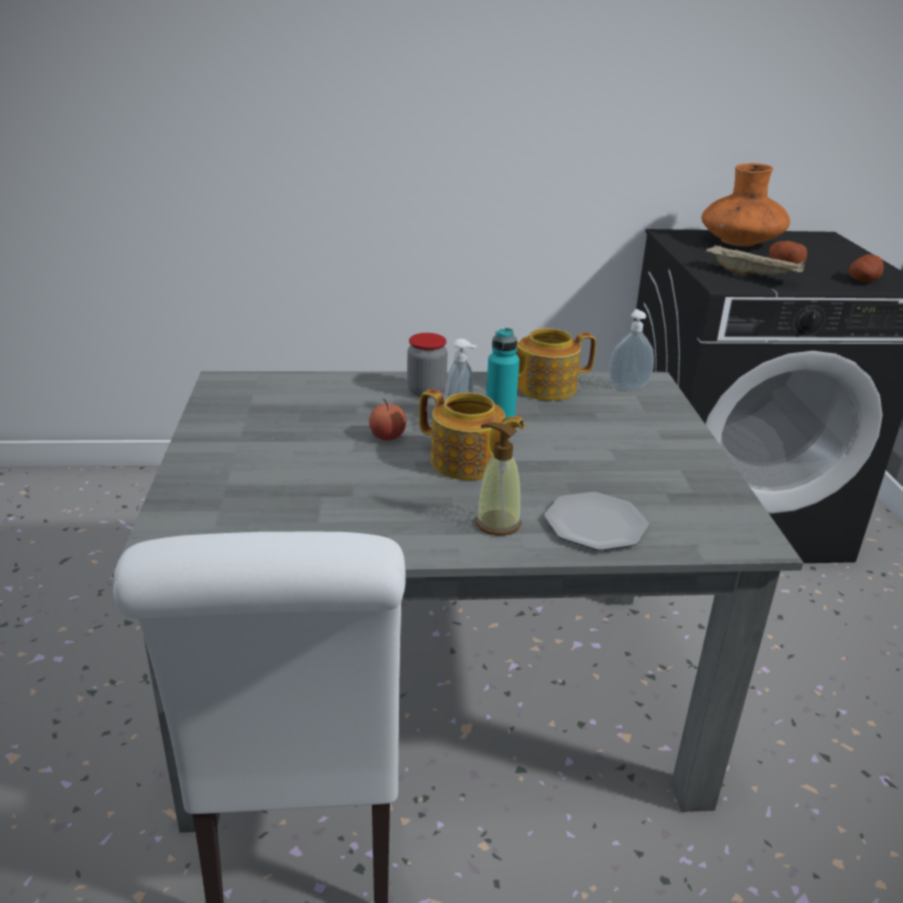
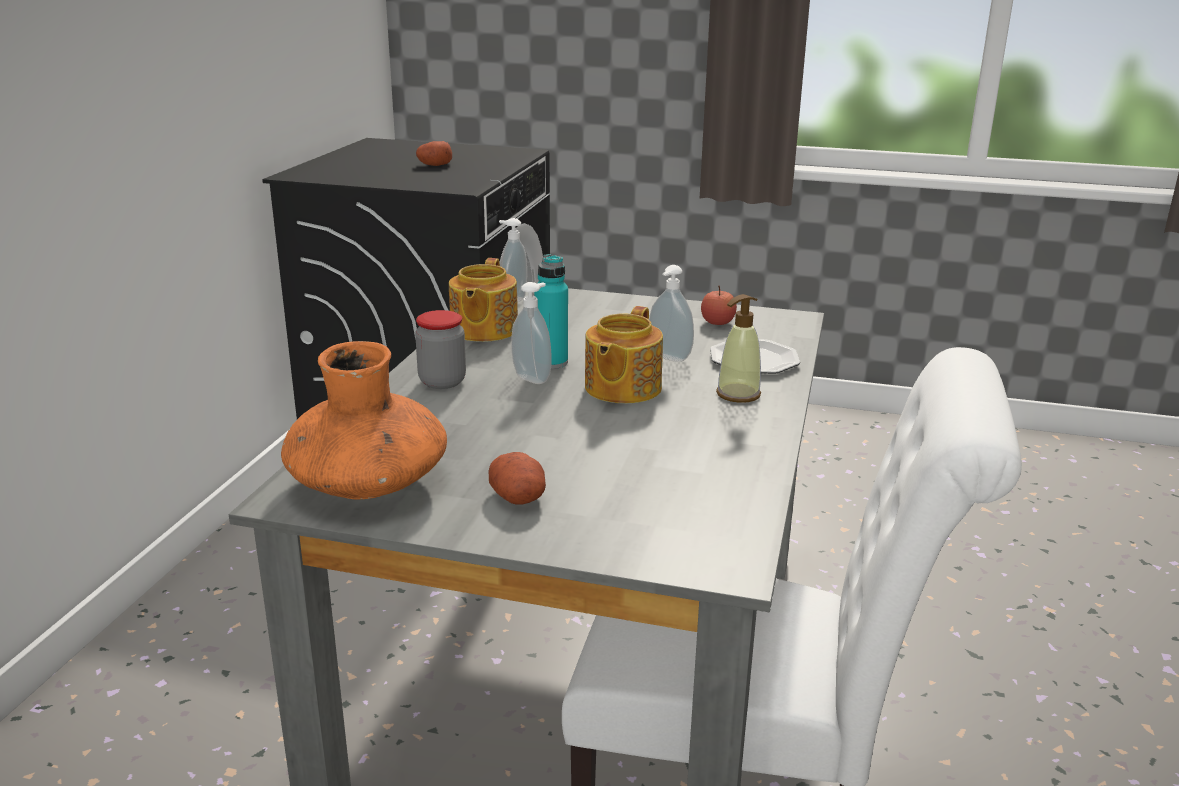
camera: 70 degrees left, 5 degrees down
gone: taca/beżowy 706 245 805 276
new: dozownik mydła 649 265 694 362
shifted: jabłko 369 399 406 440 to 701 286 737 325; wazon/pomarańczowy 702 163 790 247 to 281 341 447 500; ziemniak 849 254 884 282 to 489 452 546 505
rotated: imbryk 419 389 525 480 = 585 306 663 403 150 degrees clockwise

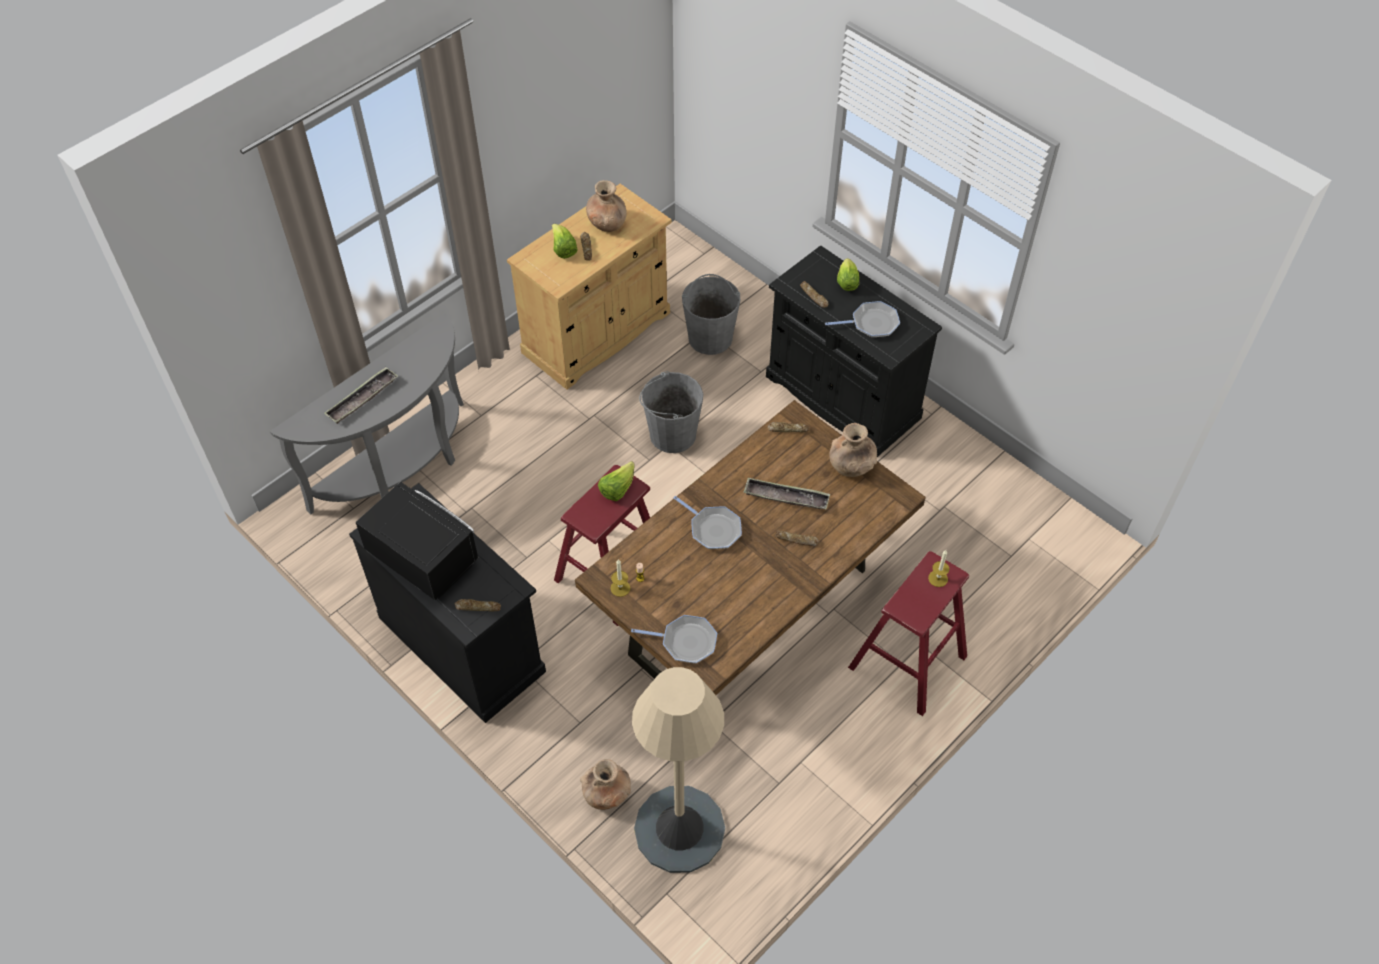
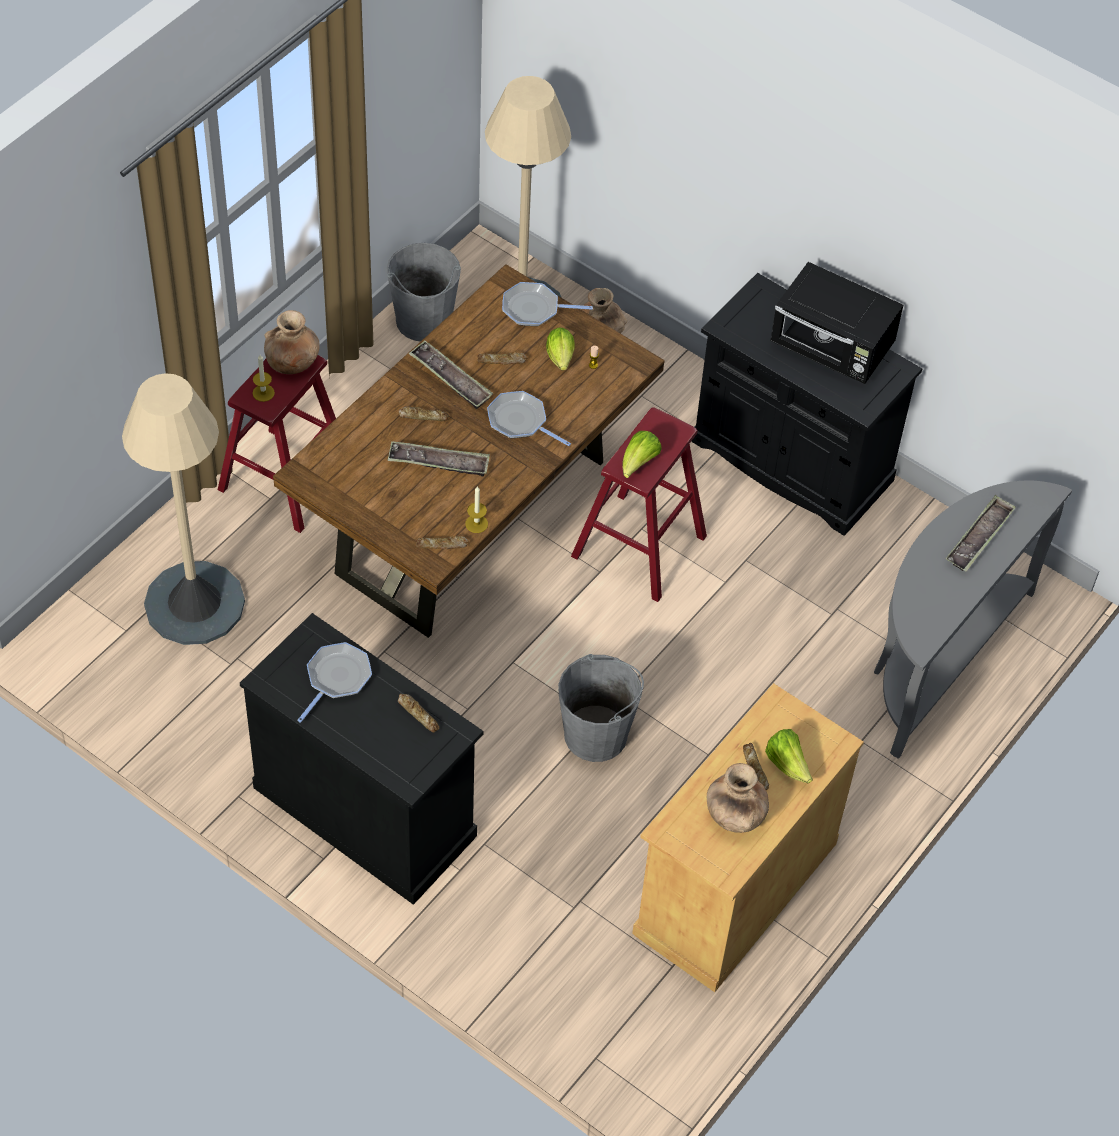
camera: 170 degrees right, 0 degrees up
new: lampa stojąca/beżowy 122 373 245 645; taca 408 340 493 409
shifted: chleb 454 599 501 611 to 477 352 527 364; świeca 611 560 630 597 to 465 486 488 533; wiadro/szary 682 274 741 355 to 386 243 461 341; wazon/brązowy 830 423 877 477 to 264 310 320 374; sałata 837 258 859 291 to 546 328 575 370
rotated: patelnia 825 301 900 338 = 297 642 372 723 135 degrees clockwise

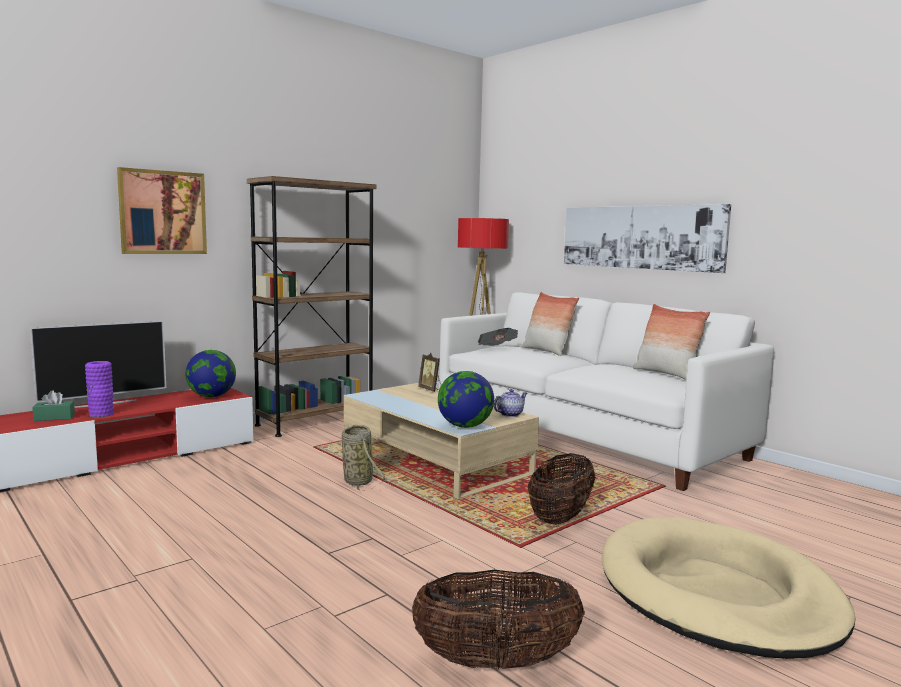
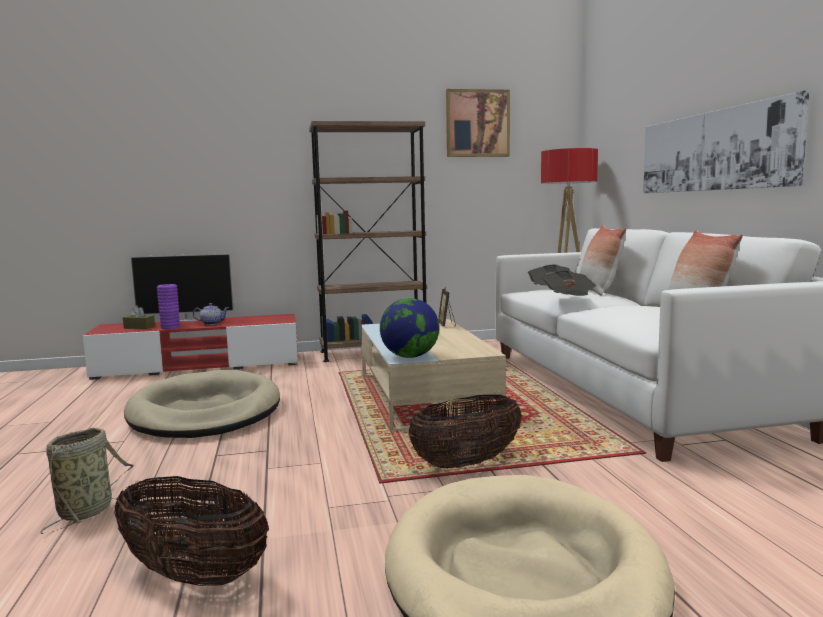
camera: 30 degrees right, 0 degrees up
gone: globus 186 350 236 397
new: legowisko/beżowy 124 370 280 438; gazeta 541 271 596 296
shifted: obraz 117 167 207 254 to 446 89 510 157; koszyk 341 425 387 491 to 40 428 134 534; imbryk 494 389 528 417 to 193 303 228 325
repainted: pudełko chusteczek/zielony 32 390 75 421 to pudełko chusteczek/brązowy 123 306 155 329

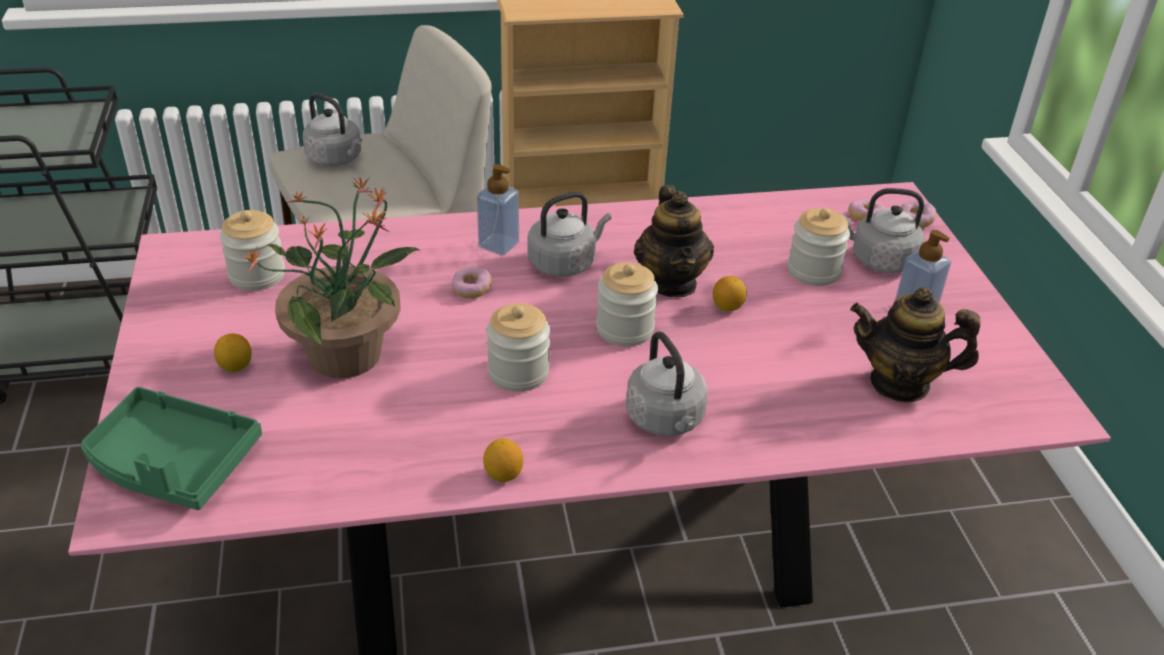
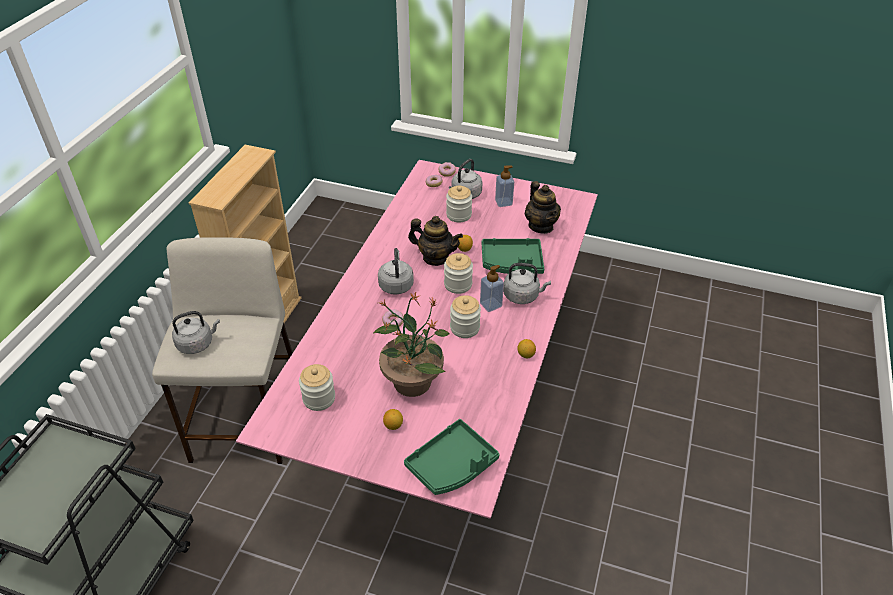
camera: 60 degrees left, 5 degrees up
new: taca/zielony 482 238 544 274
shifted: dozownik mydła 477 164 519 256 to 480 265 504 312
rotated: imbryk 850 287 980 403 = 525 181 561 234 60 degrees counterclockwise

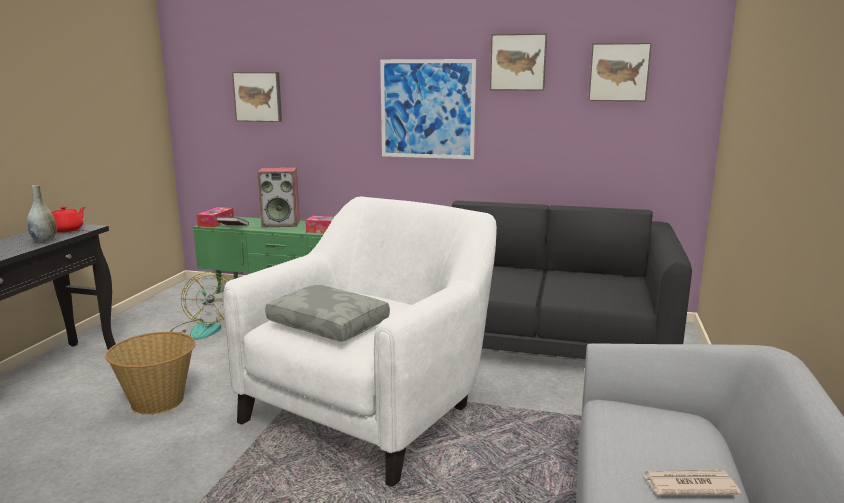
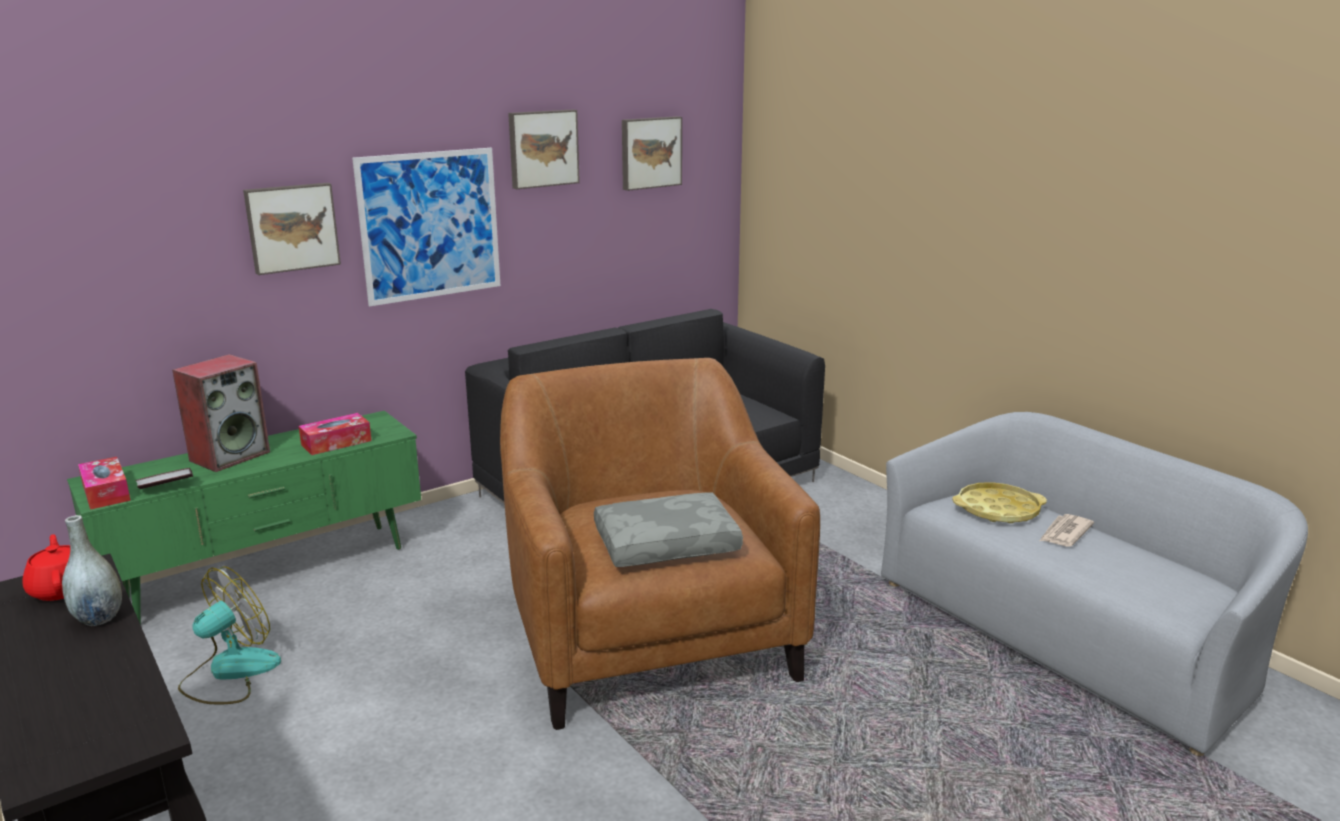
camera: 50 degrees left, 5 degrees up
gone: koszyk 105 332 196 414
new: taca/żółty 952 482 1047 523
shifted: obraz 232 72 282 122 to 243 183 341 275
repainted: fotel/biały 223 196 497 487 to fotel/brązowy 500 358 820 730
rotated: wentylator 170 272 229 340 = 178 566 281 704 60 degrees counterclockwise

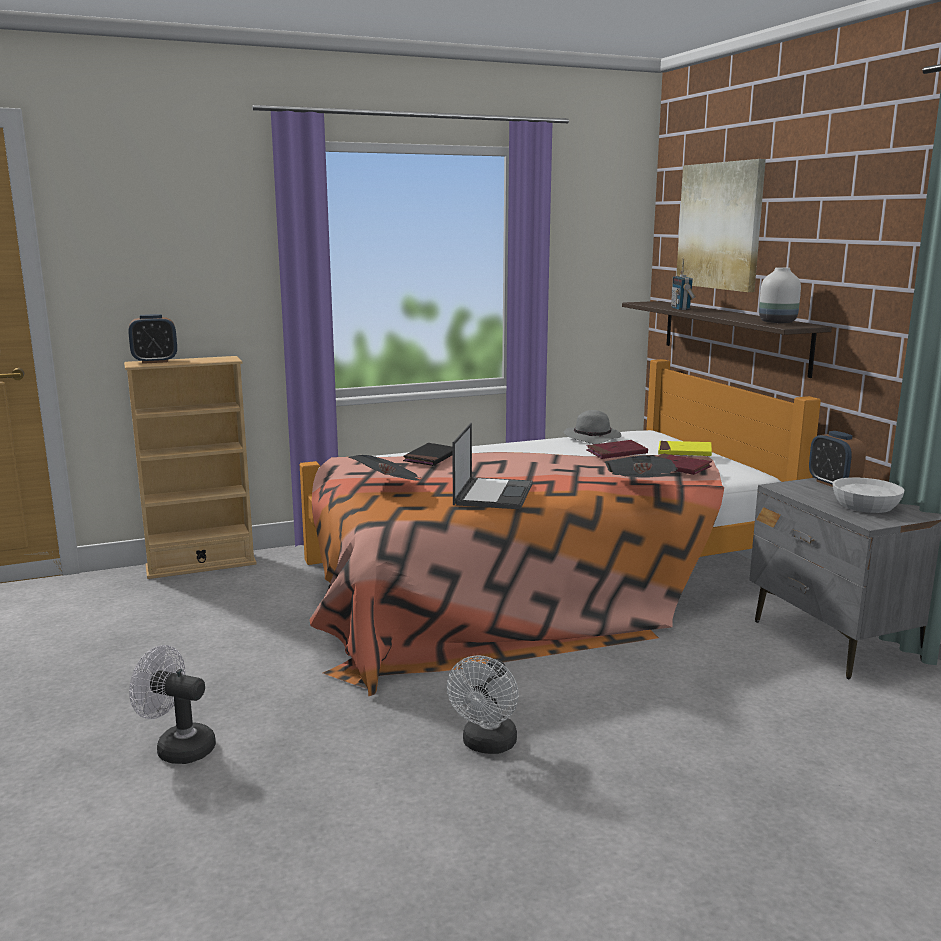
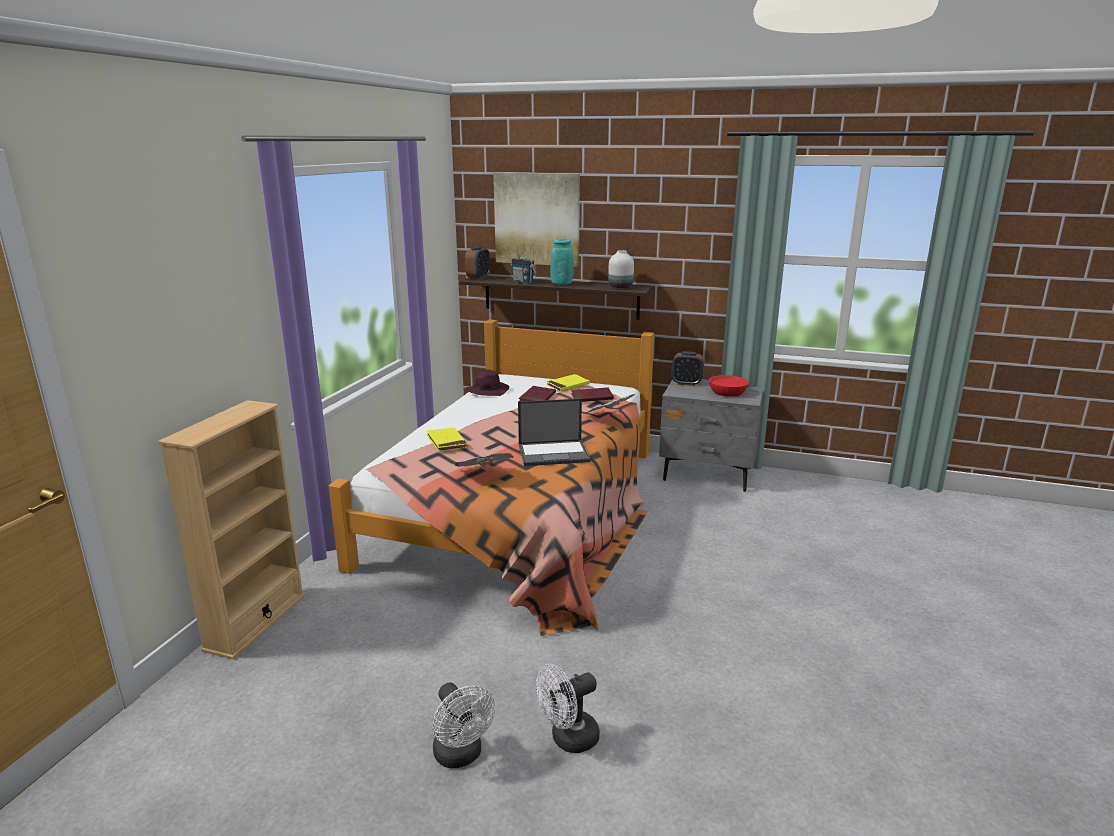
camera: 50 degrees left, 5 degrees up
new: wazon/turkusowy 550 240 574 285
shifted: budzik 128 314 177 364 to 465 246 490 280; wentylator/biały 447 655 519 754 to 433 682 495 768
repainted: książka/czarny 403 443 452 466 to książka/żółty 426 427 468 452; kapelusz/szary 564 410 622 444 to kapelusz/fioletowy 466 369 509 396; miska/biały 833 477 904 513 to miska/czerwony 709 375 749 397
rotated: laptop 452 423 533 509 = 518 398 590 466 120 degrees clockwise

